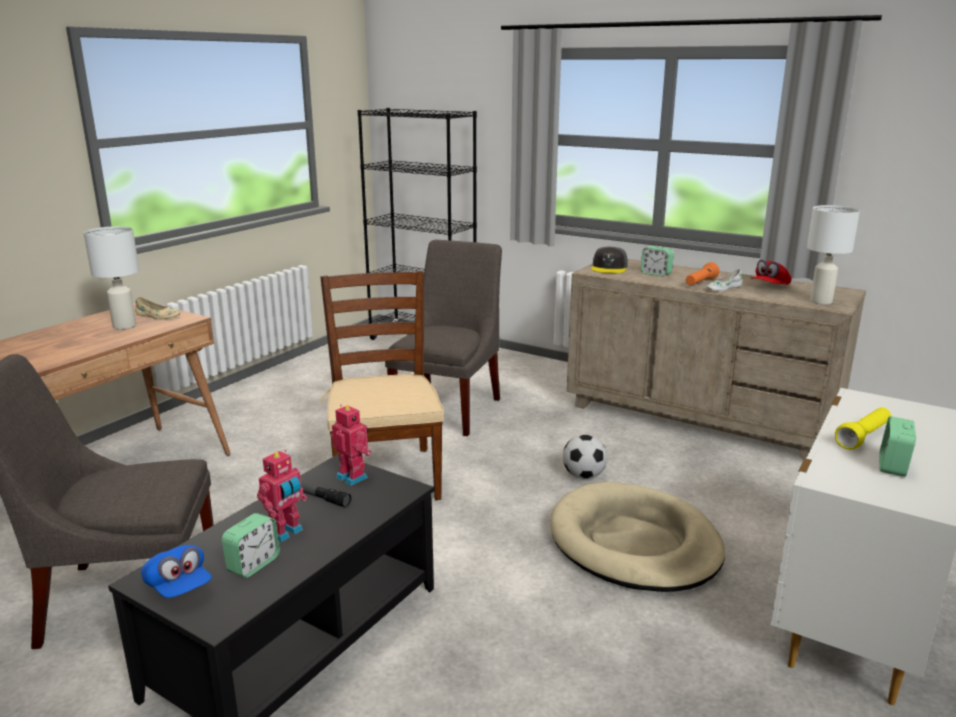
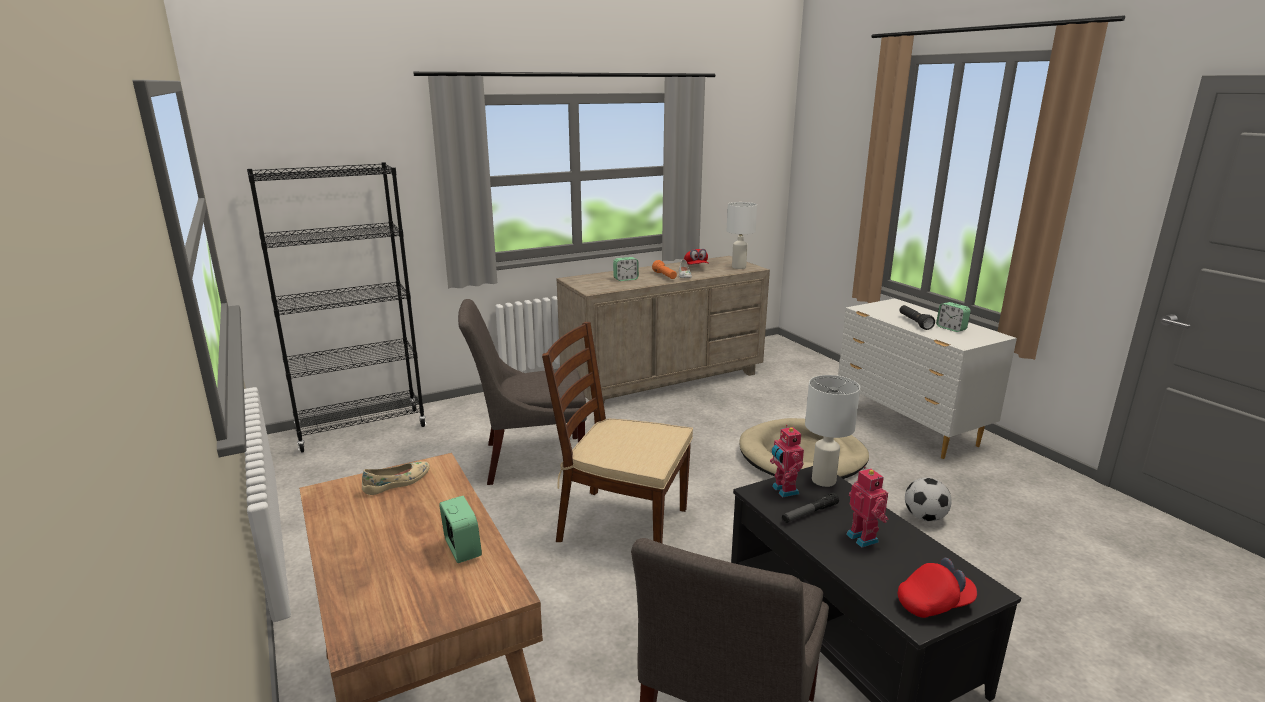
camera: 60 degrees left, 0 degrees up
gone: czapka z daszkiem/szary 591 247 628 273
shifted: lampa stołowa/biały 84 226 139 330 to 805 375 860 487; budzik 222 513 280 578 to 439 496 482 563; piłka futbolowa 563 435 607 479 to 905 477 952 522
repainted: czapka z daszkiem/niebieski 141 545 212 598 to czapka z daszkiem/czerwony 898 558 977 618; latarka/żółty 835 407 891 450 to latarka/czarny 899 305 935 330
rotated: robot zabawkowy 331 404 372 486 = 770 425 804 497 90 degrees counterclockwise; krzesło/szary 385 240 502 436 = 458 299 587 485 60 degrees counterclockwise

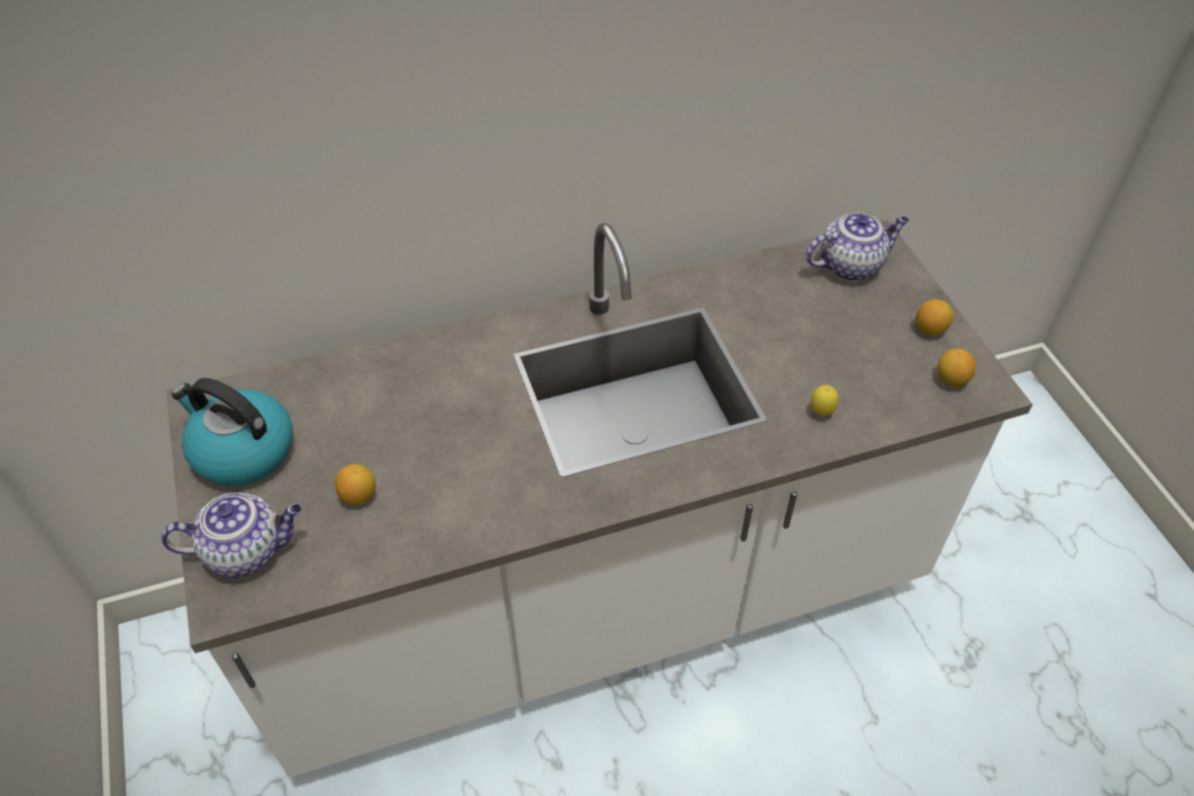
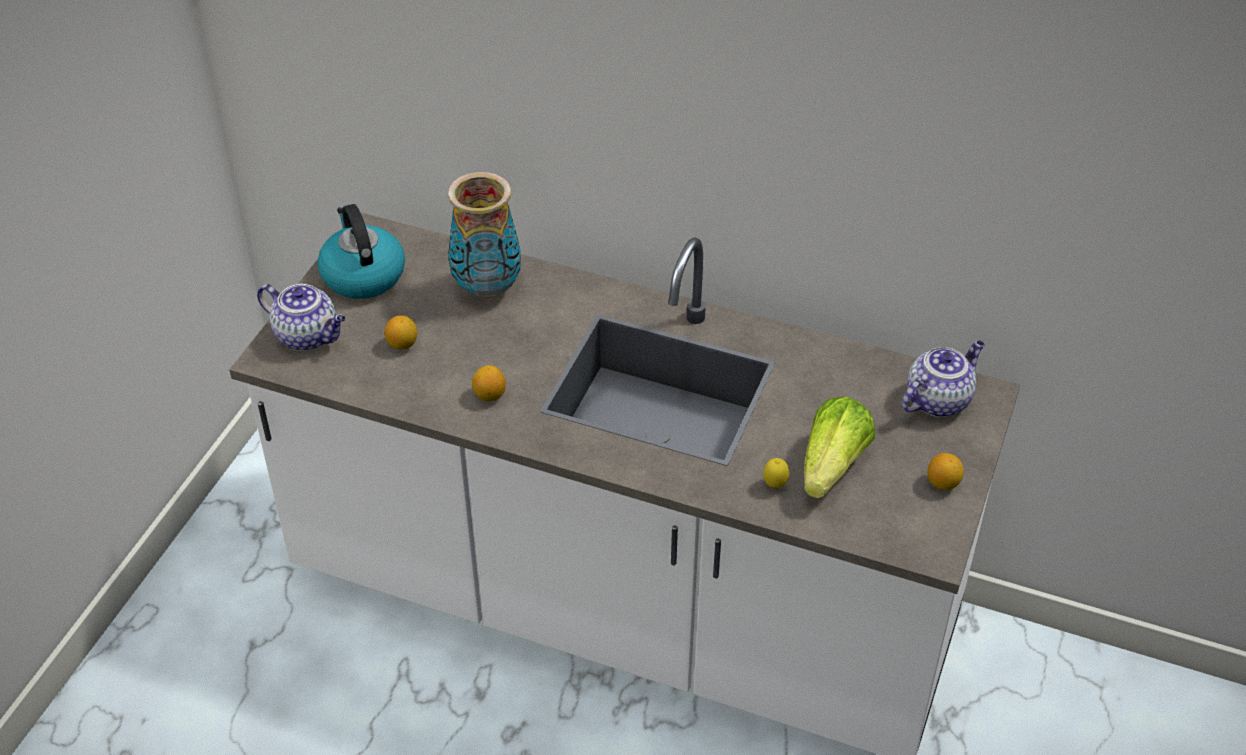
camera: 40 degrees right, 5 degrees down
new: wazon 448 172 521 298; sałata 804 397 875 498
shifted: cytryna 938 349 976 387 to 472 365 506 402
rotated: imbryk 806 212 909 281 = 901 340 985 417 60 degrees counterclockwise

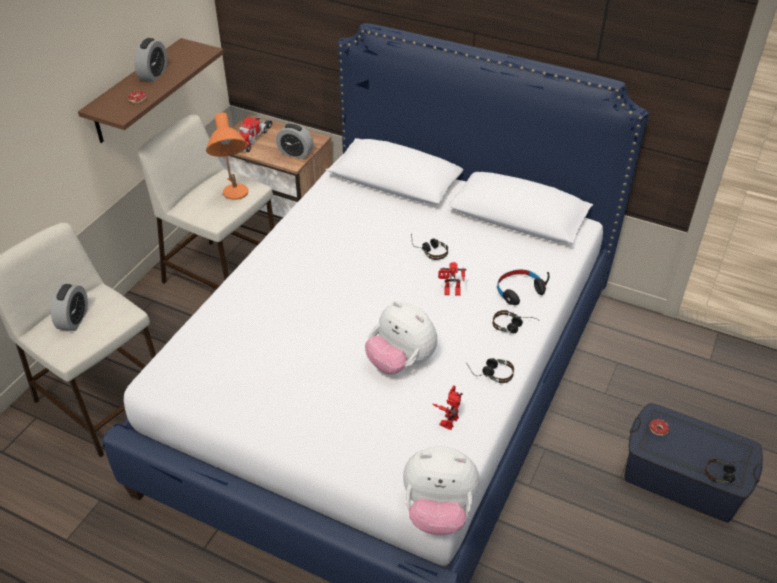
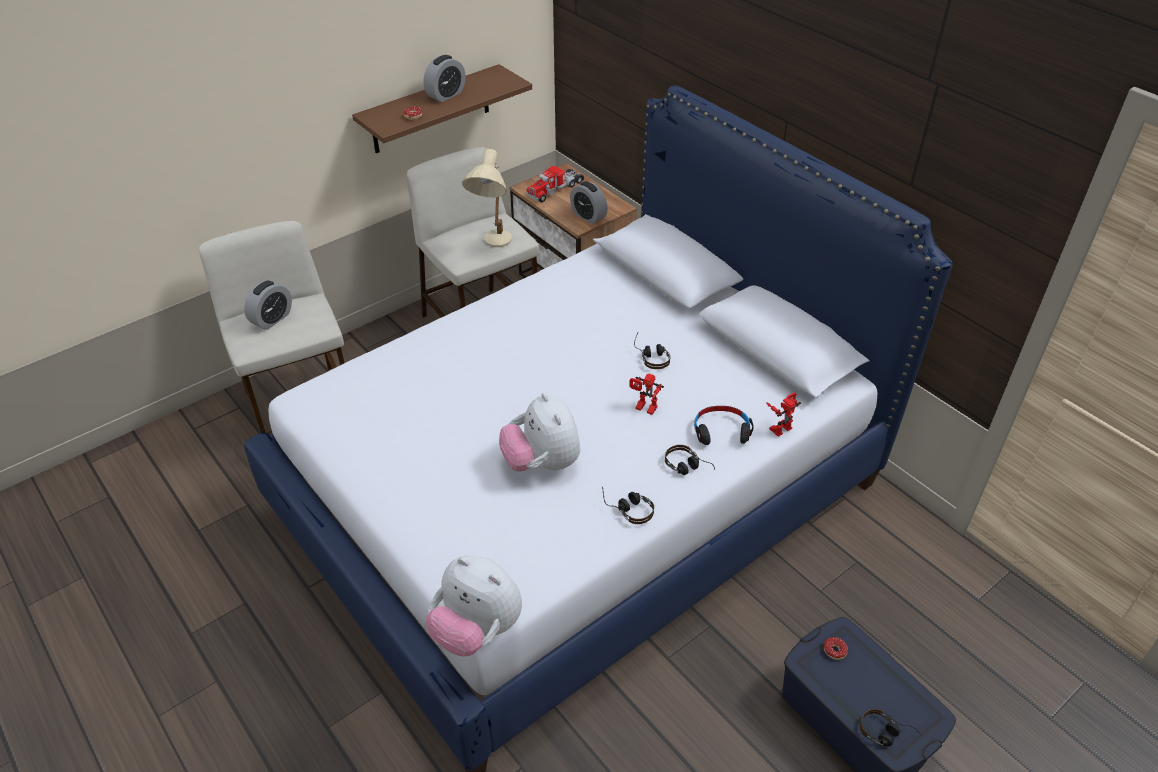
camera: 25 degrees right, 0 degrees up
shifted: robot zabawkowy 433 385 463 430 to 766 392 801 437
repainted: lampa stołowa/pomarańczowy 206 113 248 200 to lampa stołowa/beżowy 462 149 512 247

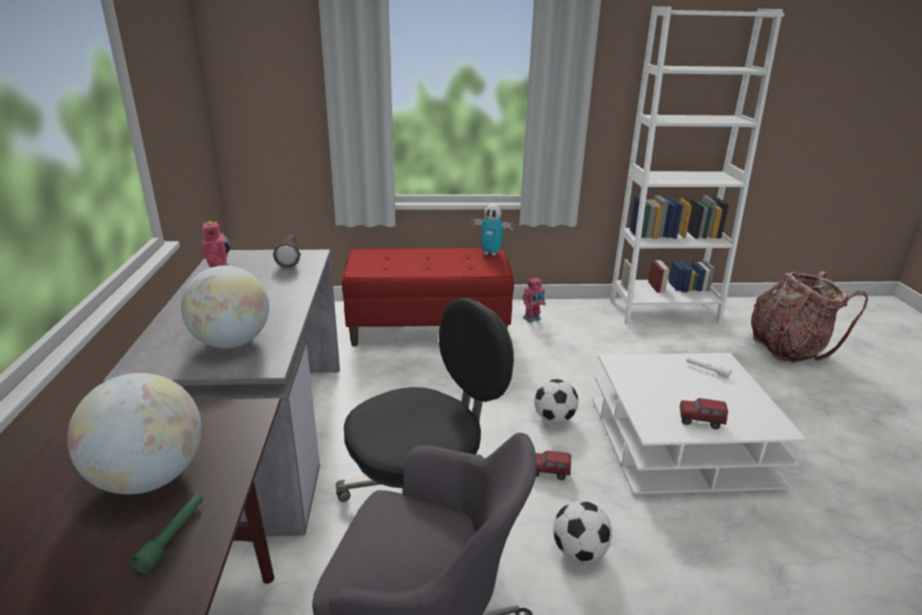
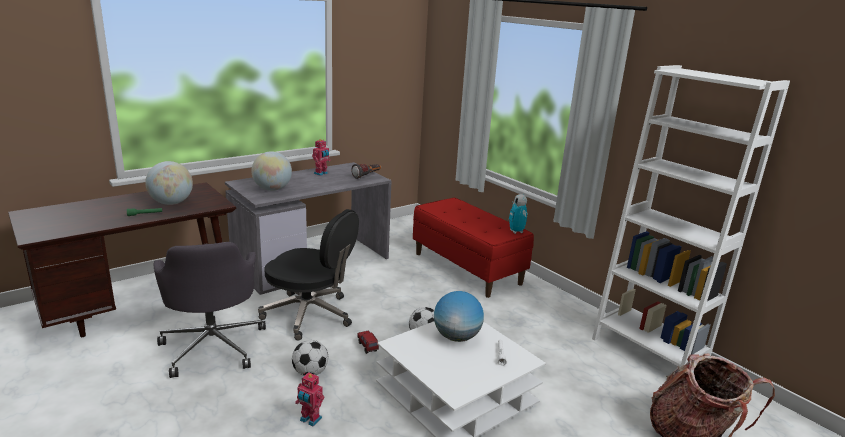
camera: 55 degrees right, 5 degrees down
gone: ciężarówka zabawkowa 680 398 728 429
new: globus 434 291 484 342
shifted: robot zabawkowy 522 278 546 323 to 295 372 324 426

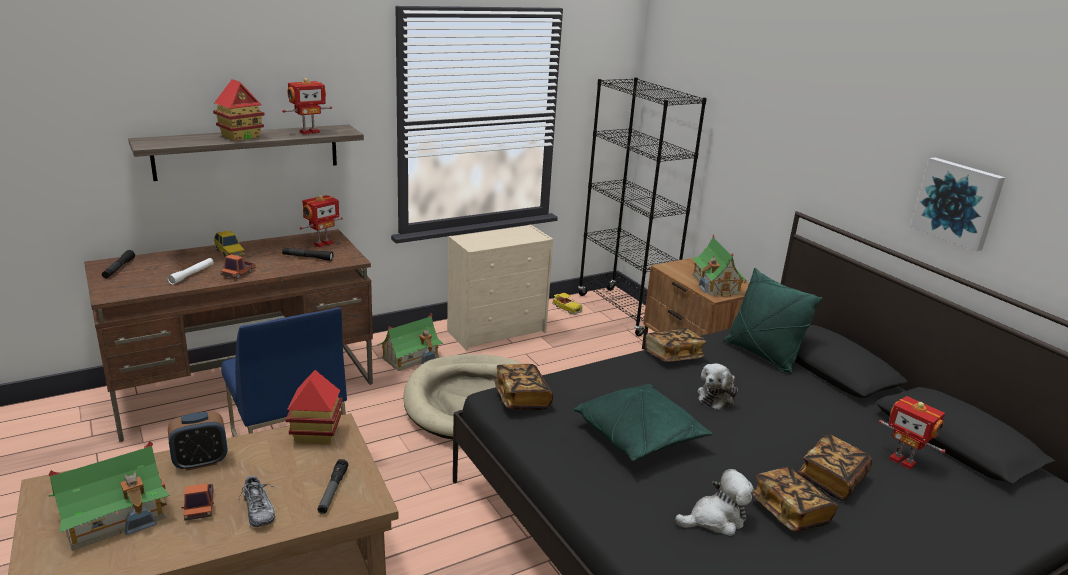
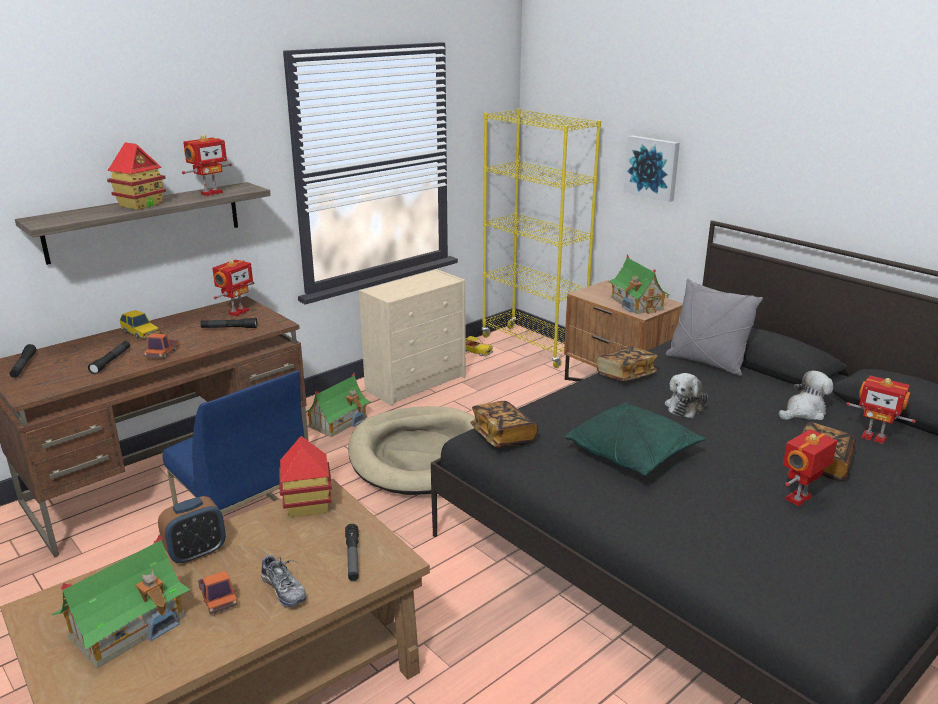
camera: 10 degrees left, 0 degrees up
shifted: pluszak 675 469 754 536 to 778 370 833 420; obraz 911 157 1005 251 to 624 135 680 202
swapped: książka 751 467 838 532 to robot zabawkowy 783 429 837 506
repainted: latarka/biały 167 258 214 285 to latarka/czarny 88 341 130 374; regał/czarny 578 78 707 336 to regał/żółty 481 109 601 368; poduszka/zielony 724 268 823 374 to poduszka/szary 665 279 763 376

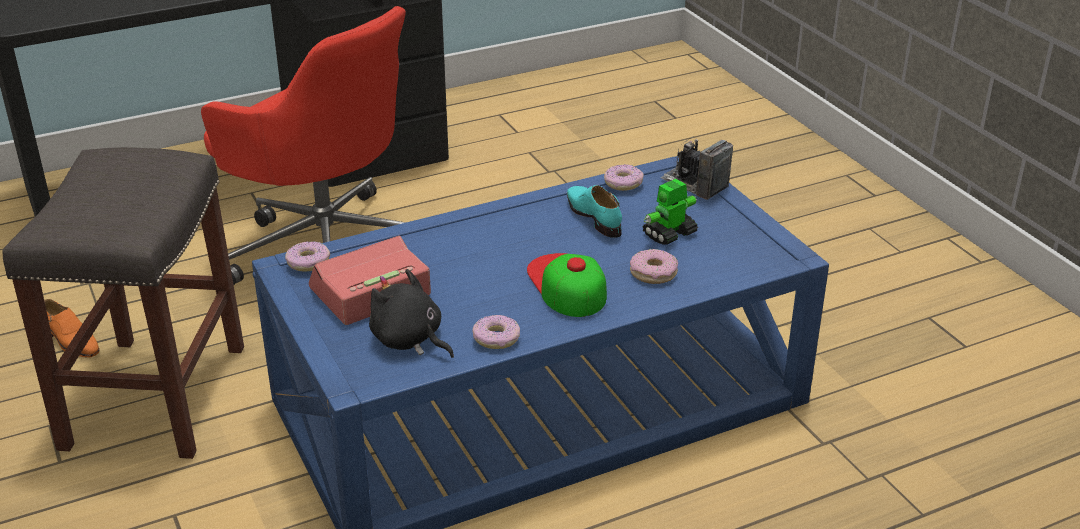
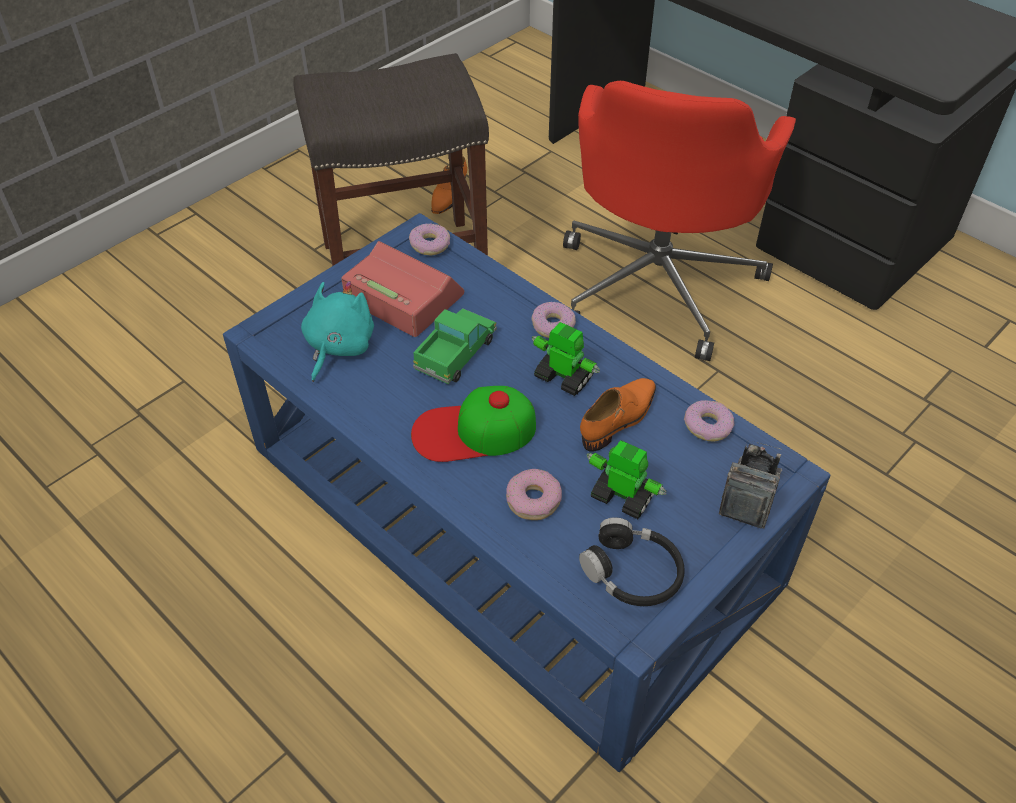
camera: 70 degrees right, 15 degrees up
new: ciężarówka zabawkowa 413 308 497 384; robot zabawkowy 532 322 600 396; słuchawki/czarny 579 517 685 606
shifted: donut 472 315 520 349 to 531 302 576 338
repainted: pluszak/czarny 369 269 454 358 to pluszak/turkusowy 301 281 374 382; but/turkusowy 567 185 622 238 to but/pomarańczowy 580 378 656 452
rotated: czapka z daszkiem 527 253 607 317 = 411 386 536 462 150 degrees counterclockwise

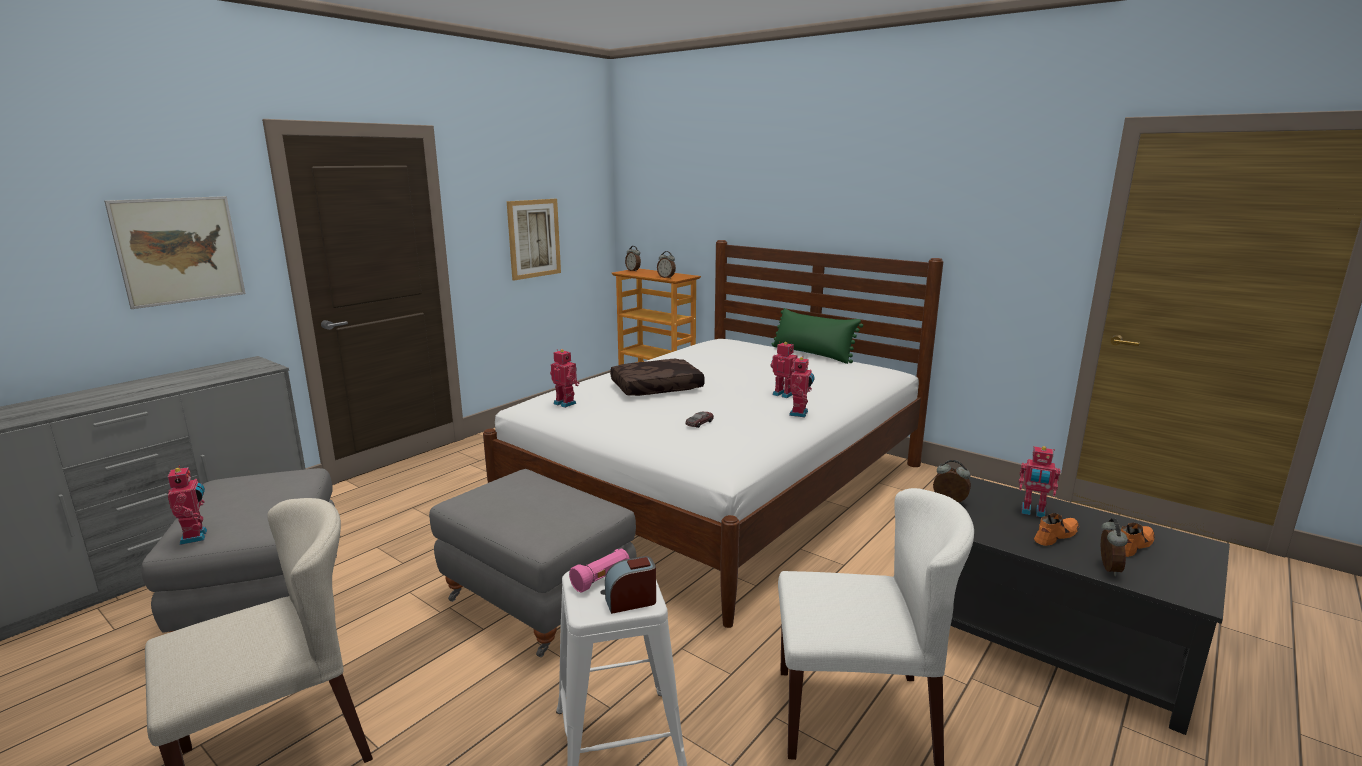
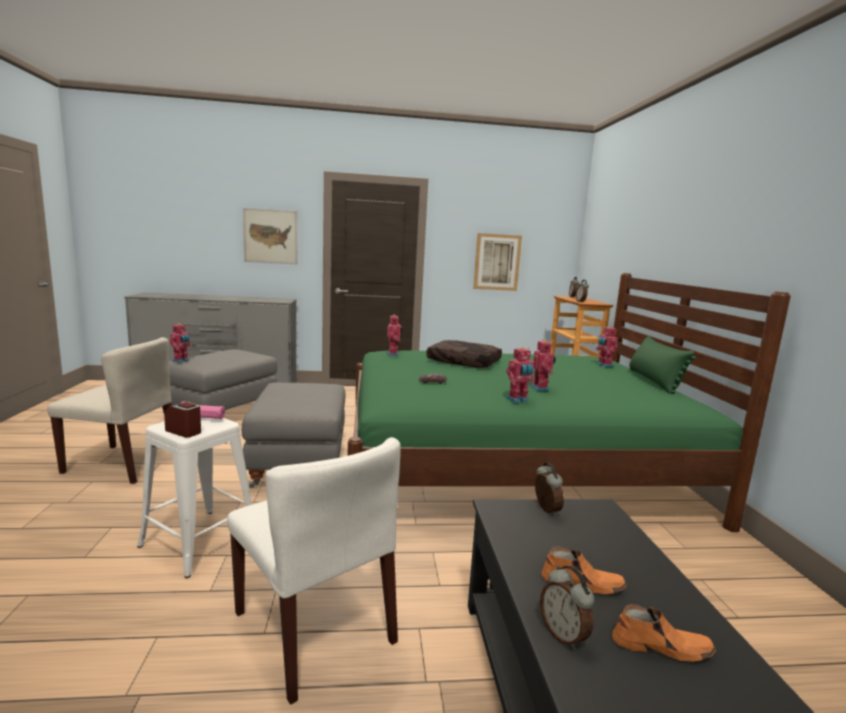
camera: 45 degrees right, 5 degrees down
shifted: robot zabawkowy 1019 446 1060 517 to 596 326 618 367
repainted: łóżko/biały 483 240 943 628 to łóżko/zielony 347 273 791 532
rotated: budzik 1101 518 1128 576 = 540 566 594 650 90 degrees clockwise

